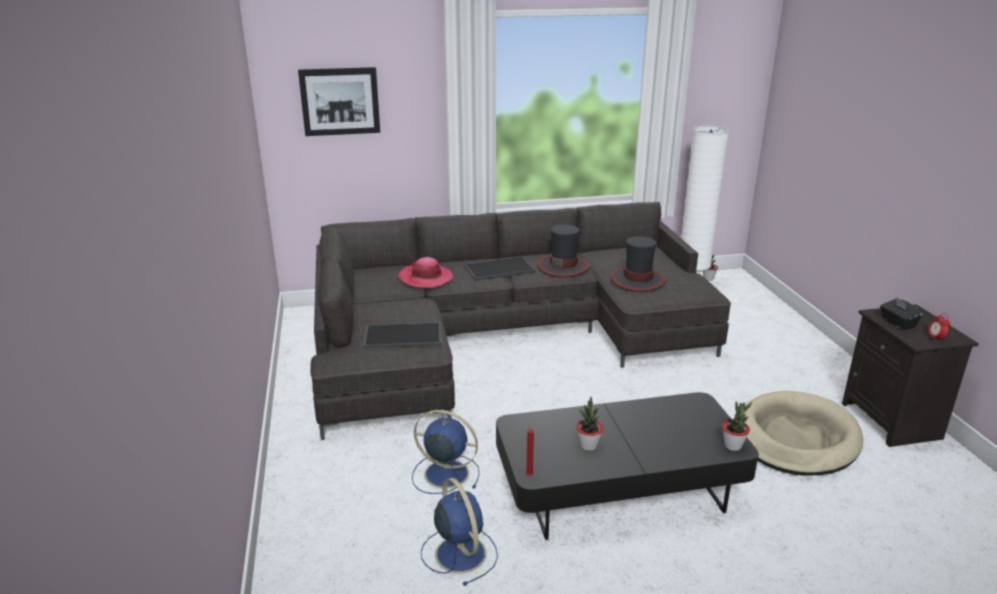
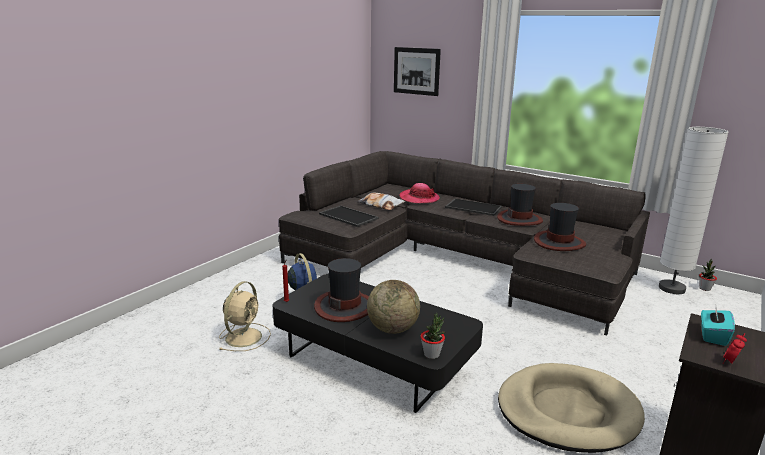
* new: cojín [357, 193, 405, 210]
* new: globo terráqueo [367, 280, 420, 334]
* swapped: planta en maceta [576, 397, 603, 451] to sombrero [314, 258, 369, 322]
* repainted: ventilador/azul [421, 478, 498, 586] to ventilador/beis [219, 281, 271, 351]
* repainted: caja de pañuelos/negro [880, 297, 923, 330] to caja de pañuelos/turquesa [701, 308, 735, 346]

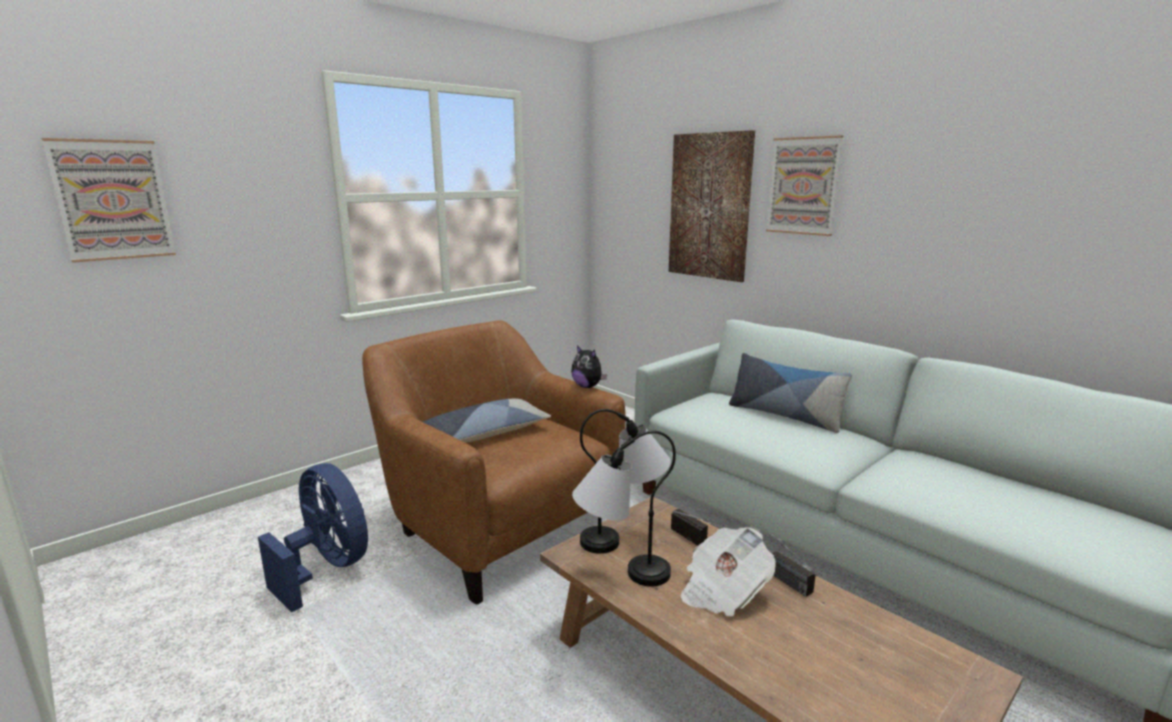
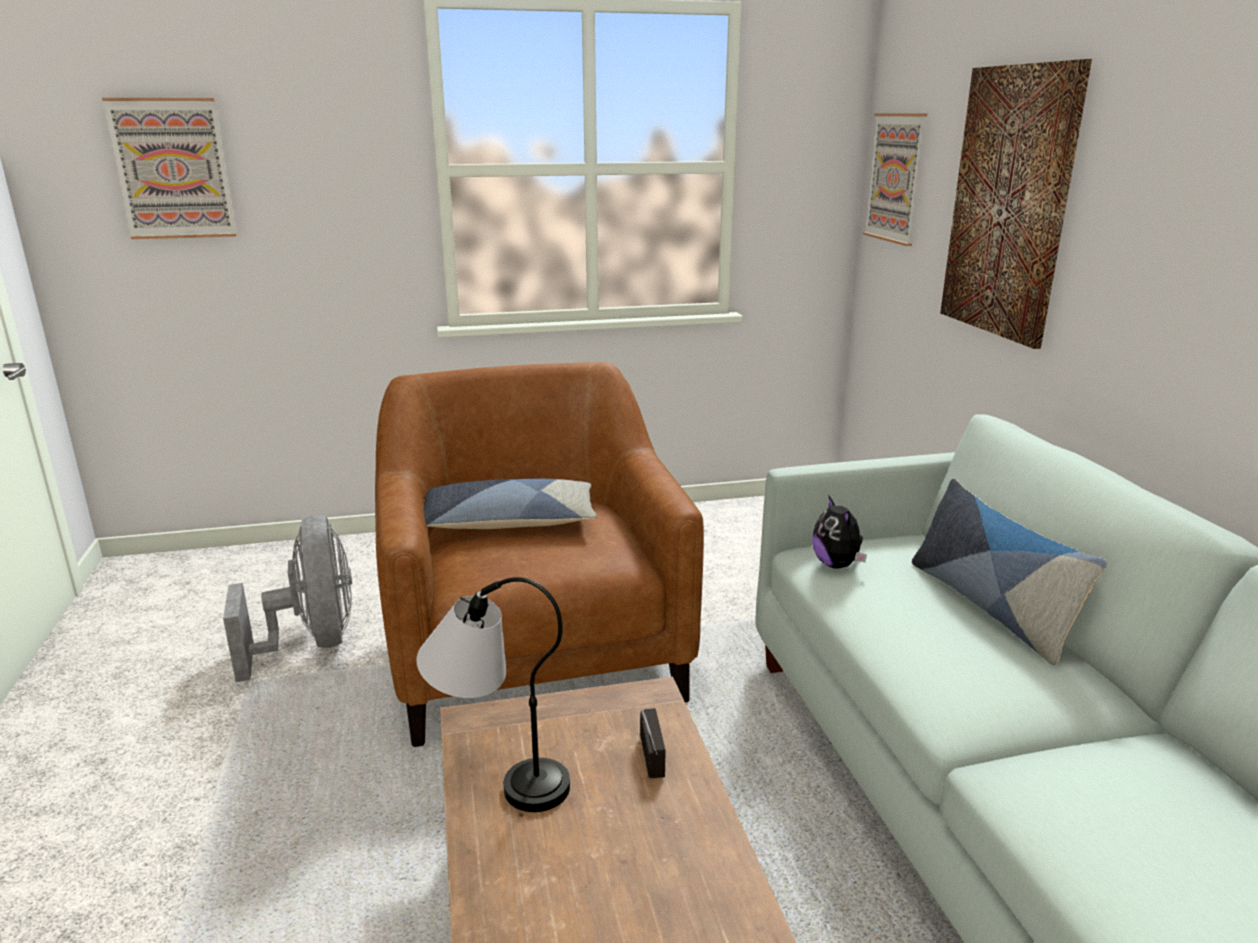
* gone: lámpara de mesa [580, 409, 671, 554]
* gone: periódico [680, 527, 776, 617]
* gone: radio [760, 524, 816, 597]
* shifted: peluche [571, 345, 607, 388] to [812, 496, 867, 569]
* shifted: cuadro [766, 135, 843, 236] to [863, 113, 927, 246]
* repainted: ventilador/azul [258, 463, 368, 612] to ventilador/gris [223, 515, 352, 682]

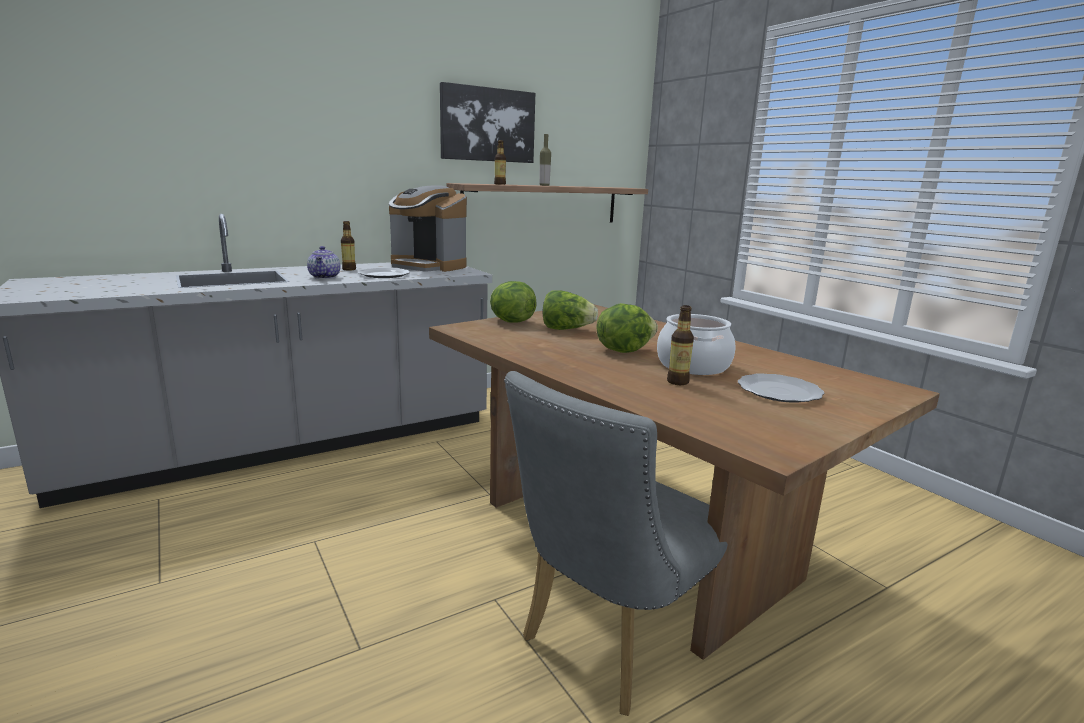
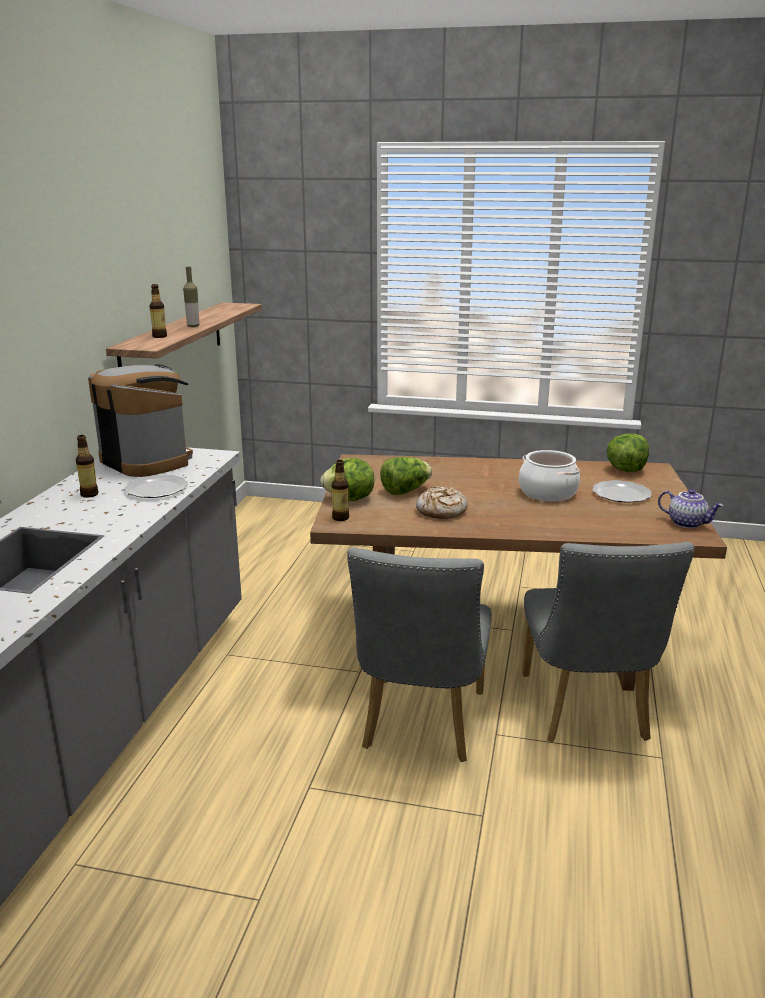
* gone: cuadro [440, 82, 535, 163]
* new: silla/gris [347, 548, 492, 762]
* new: pan [416, 486, 468, 519]
* shifted: tetera [307, 246, 340, 279] to [658, 489, 723, 528]
* shifted: lechuga [597, 303, 658, 353] to [607, 434, 649, 472]
* shifted: botella [667, 305, 694, 385] to [332, 460, 349, 521]
* rotated: cafetera [389, 185, 467, 272] = [88, 364, 193, 477] 120 degrees counterclockwise

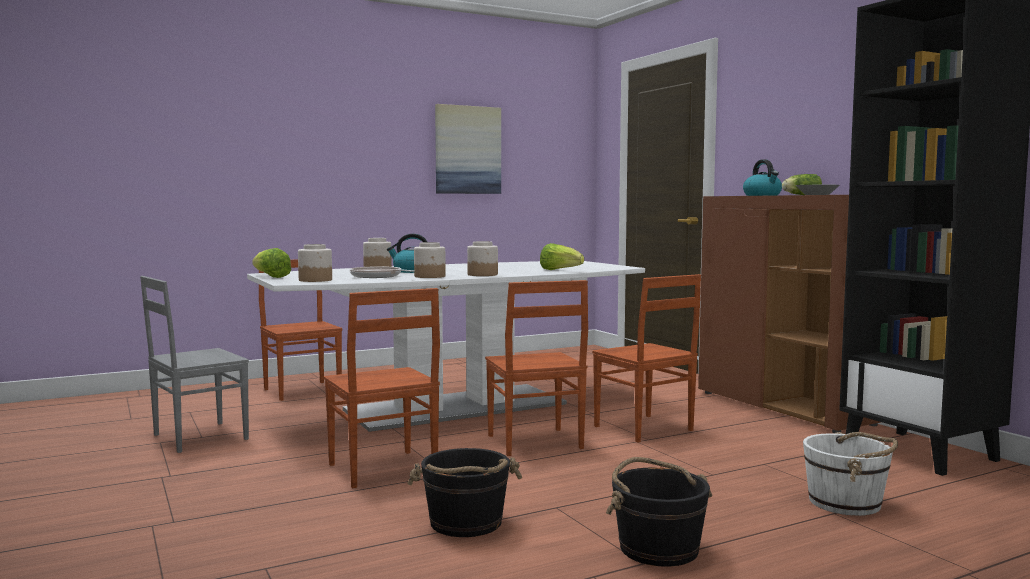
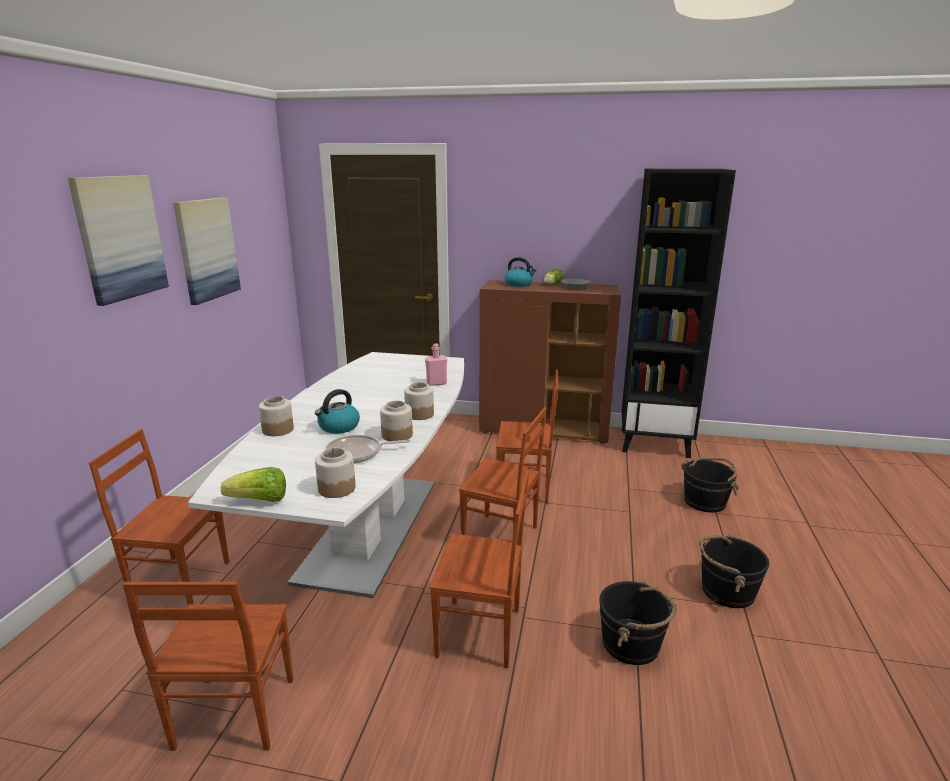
* new: cuadro [68, 175, 169, 306]
* swapped: lechuga [540, 243, 584, 270] to botella/rosa [425, 343, 447, 386]
* repainted: silla/gris [140, 276, 249, 453] to silla/marrón [123, 582, 294, 751]
* repainted: cubo/blanco [803, 432, 898, 516] to cubo/negro [681, 457, 739, 512]

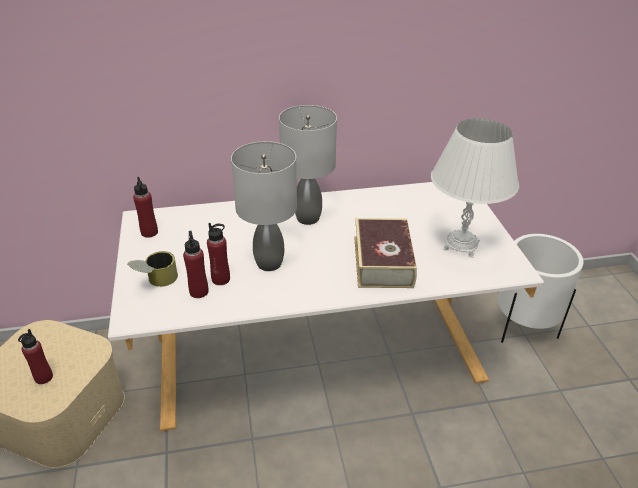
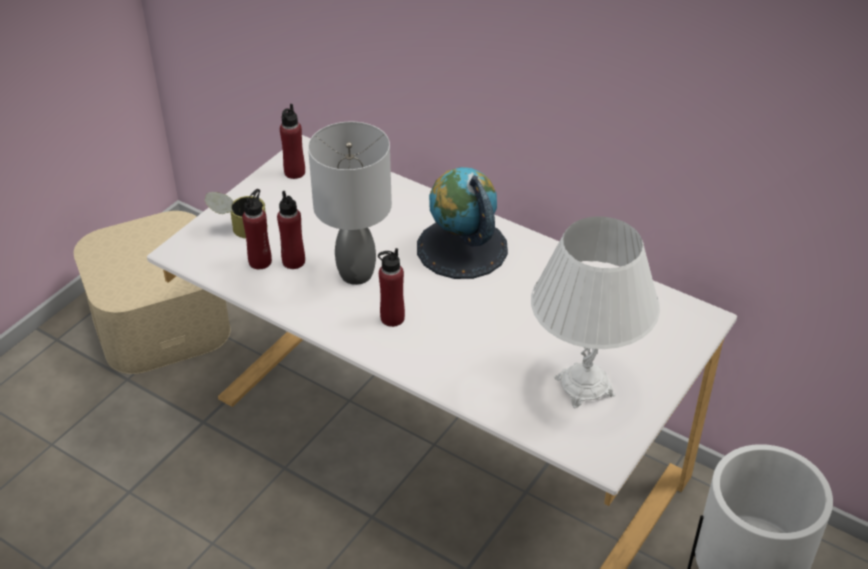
* gone: libro [354, 218, 417, 288]
* shifted: botella/rojo [18, 329, 53, 384] to [378, 248, 405, 327]
* swapped: lámpara de mesa/gris [279, 105, 337, 225] to globo terráqueo [417, 167, 508, 279]

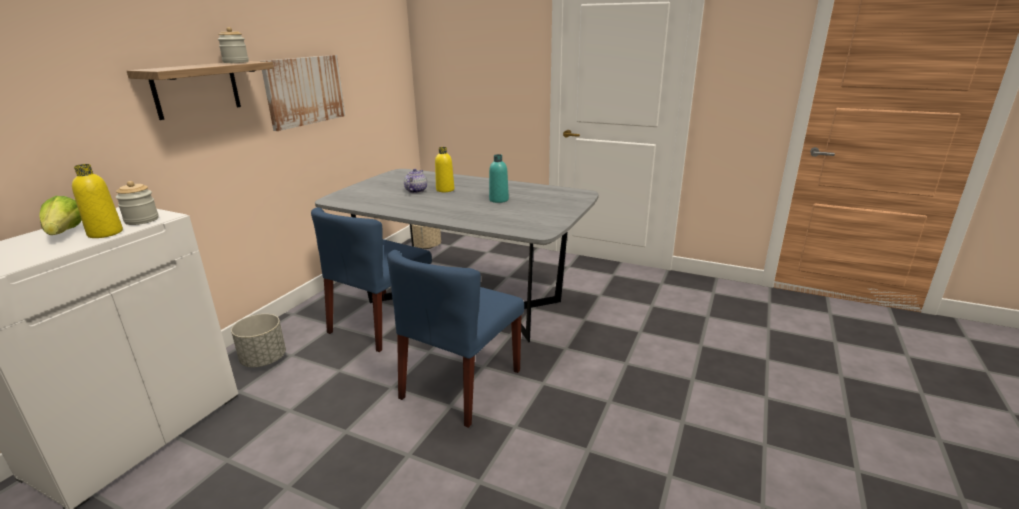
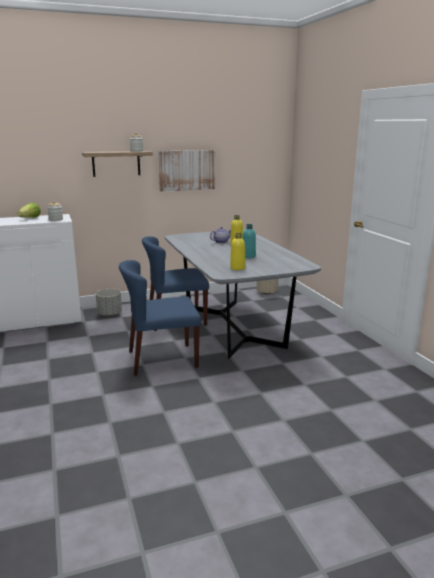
* shifted: botella/amarillo [72, 164, 123, 238] to [230, 233, 245, 270]

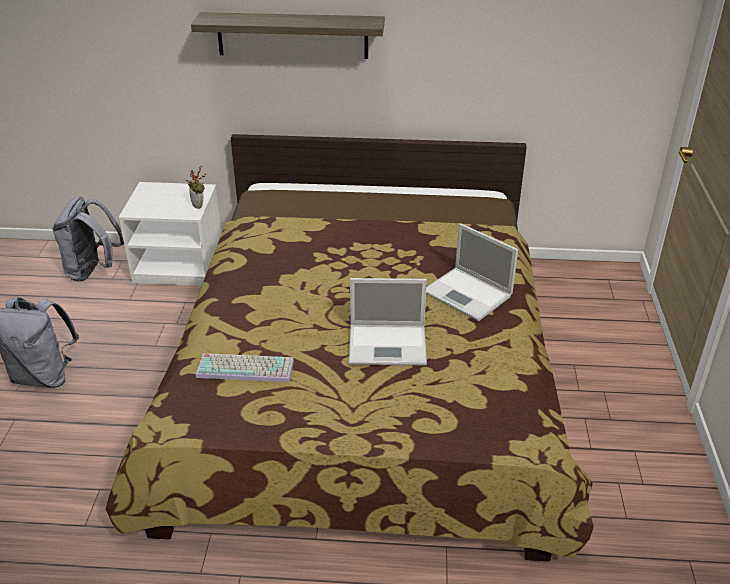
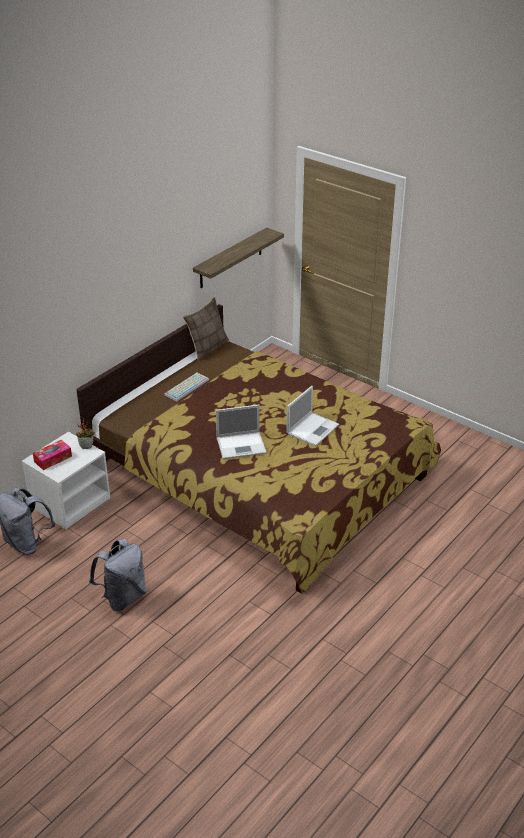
* new: caja de pañuelos [33, 440, 72, 470]
* new: cojín [183, 297, 229, 361]
* shifted: estante [191, 12, 385, 59] to [193, 228, 284, 288]
* shifted: teclado [196, 353, 294, 382] to [164, 373, 209, 401]
* shifted: portátil [426, 223, 518, 321] to [216, 405, 267, 459]

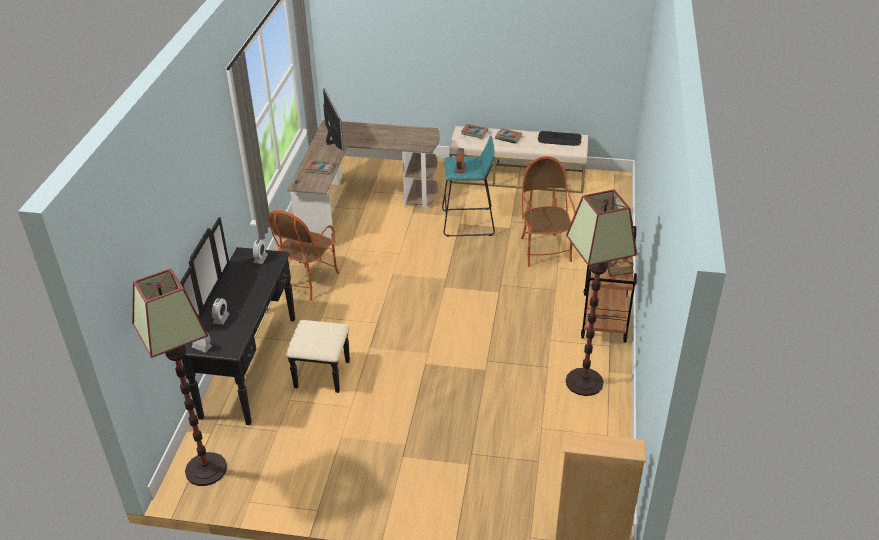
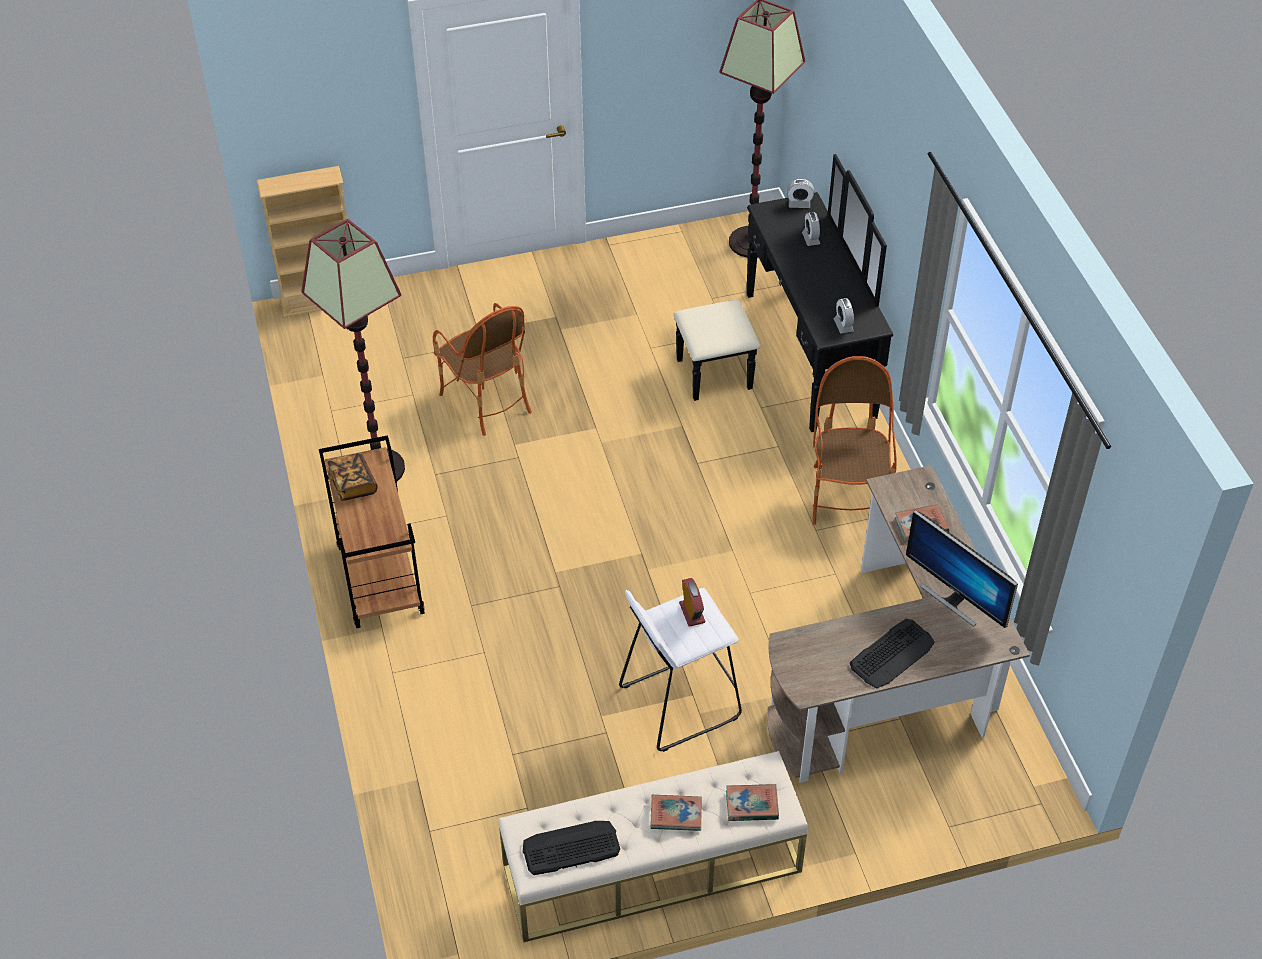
* new: teclado [850, 619, 935, 688]
* shifted: sillón [521, 156, 576, 267] to [433, 303, 532, 436]
* repainted: taburete/turquesa [442, 135, 495, 237] to taburete/blanco [619, 588, 742, 752]

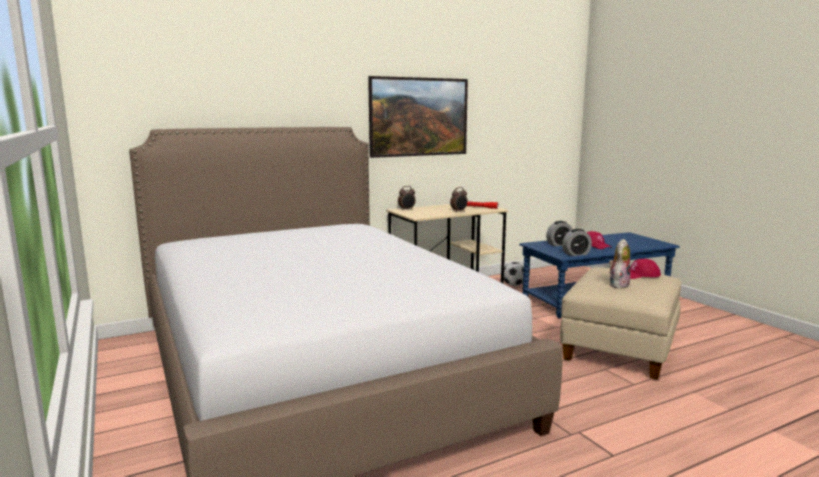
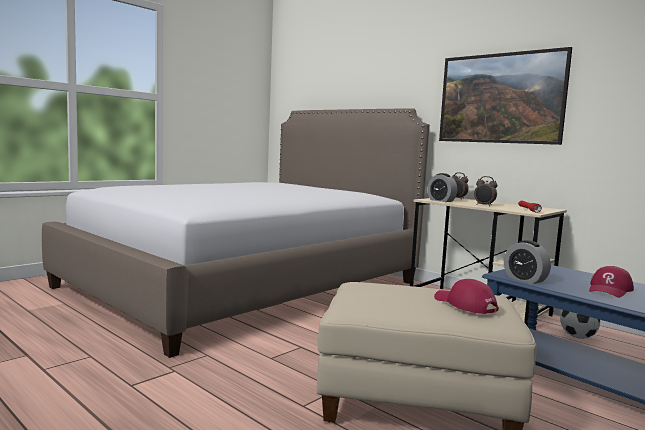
* gone: peluche [609, 239, 630, 289]
* shifted: despertador [546, 221, 573, 246] to [427, 173, 457, 202]

